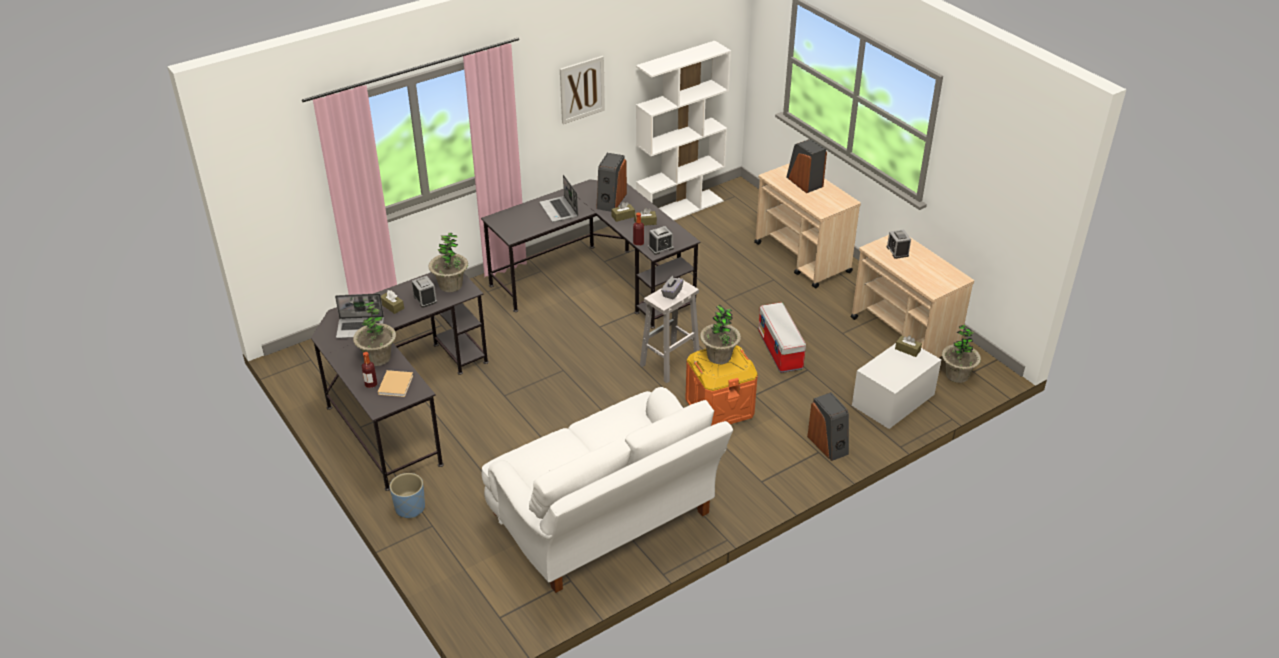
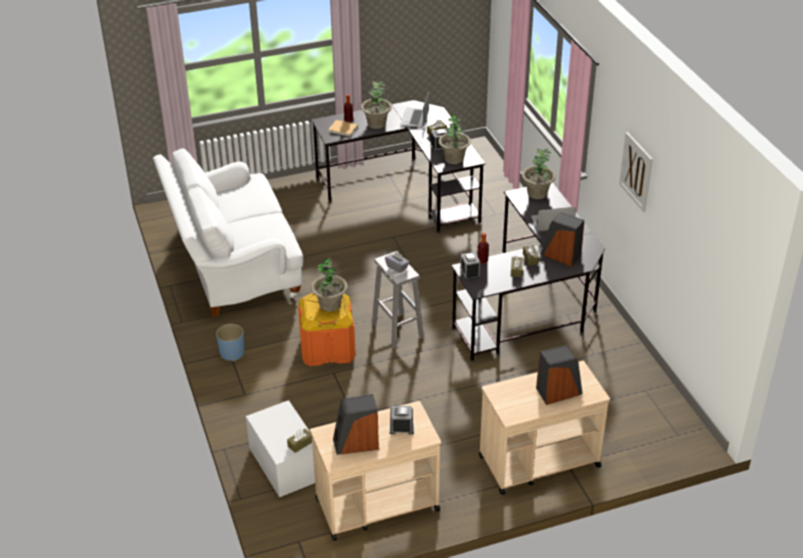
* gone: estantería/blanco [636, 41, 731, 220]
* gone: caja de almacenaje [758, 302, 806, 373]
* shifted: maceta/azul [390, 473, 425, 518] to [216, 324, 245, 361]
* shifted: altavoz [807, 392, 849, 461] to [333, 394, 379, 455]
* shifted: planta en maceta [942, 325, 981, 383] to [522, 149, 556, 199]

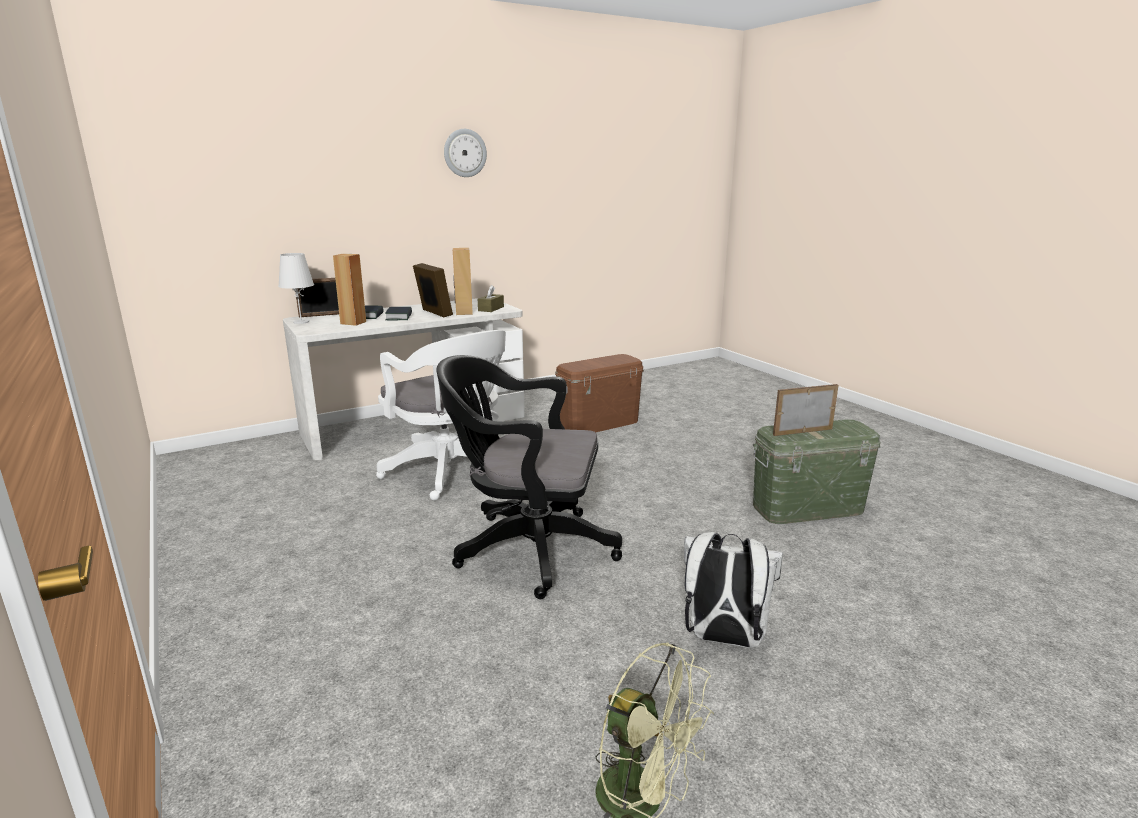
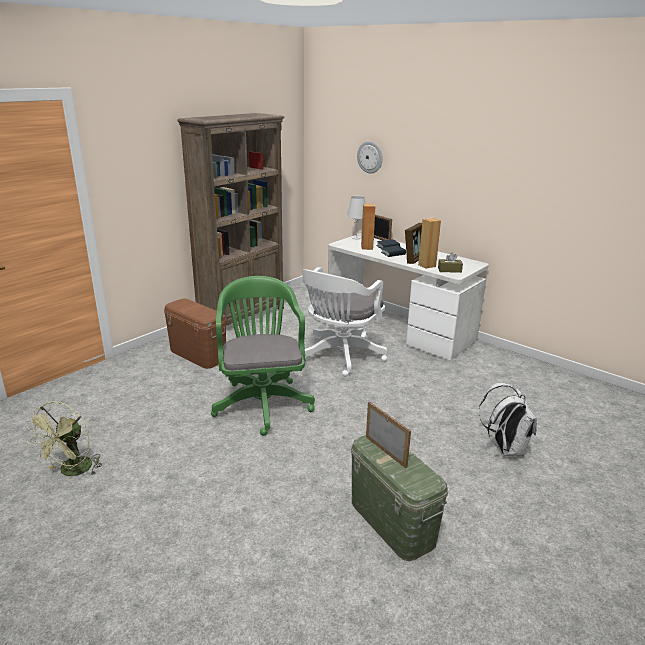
* new: estantería/marrón [177, 113, 285, 326]
* shifted: reloj de pared [444, 129, 487, 177] to [357, 141, 383, 174]
* shifted: caja de almacenaje/marrón [555, 354, 644, 432] to [164, 299, 226, 369]
* shifted: mochila/blanco [684, 532, 783, 647] to [479, 383, 537, 457]
* repainted: silla de oficina/negro [436, 355, 622, 599] to silla de oficina/verde [211, 276, 315, 436]

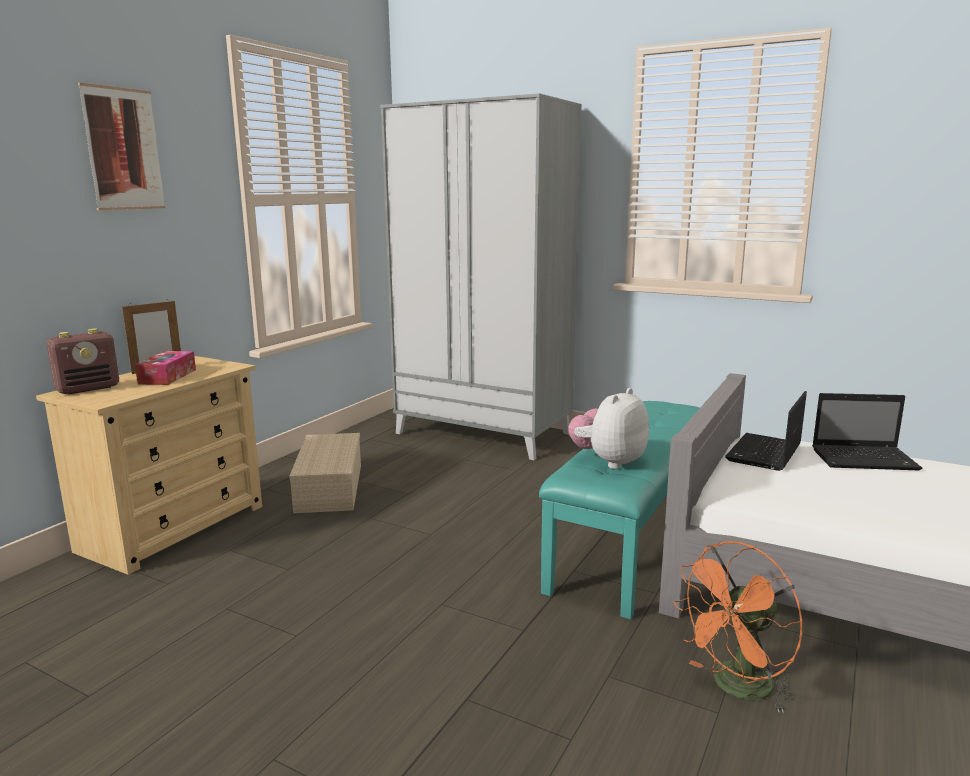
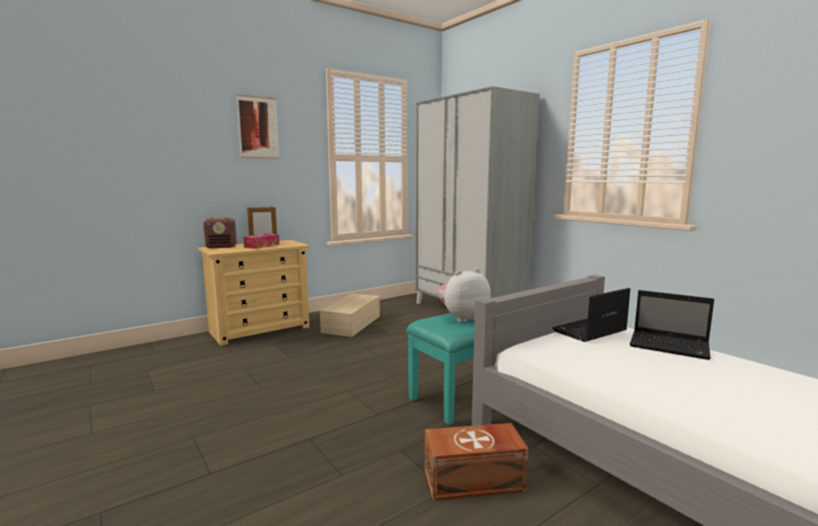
* swapped: ventilador/naranja [673, 541, 803, 713] to caja de almacenaje/marrón [425, 423, 528, 500]

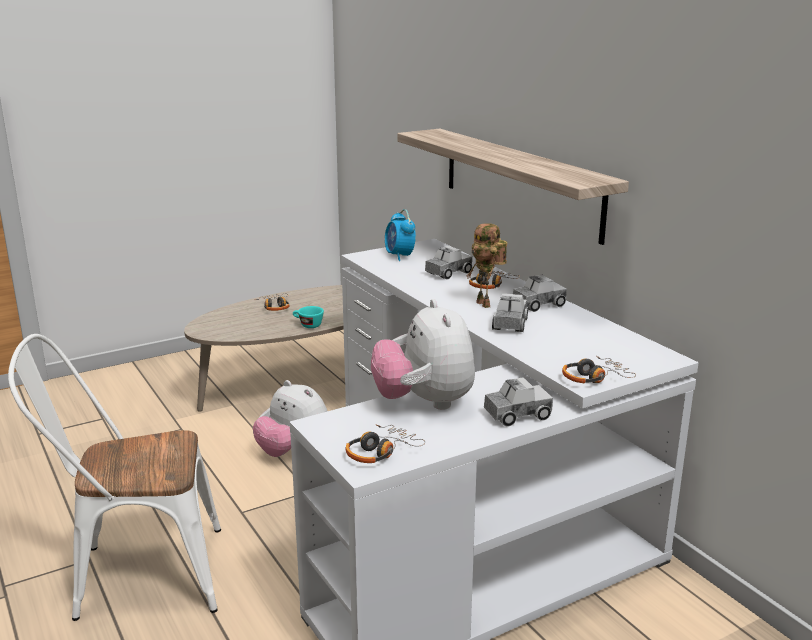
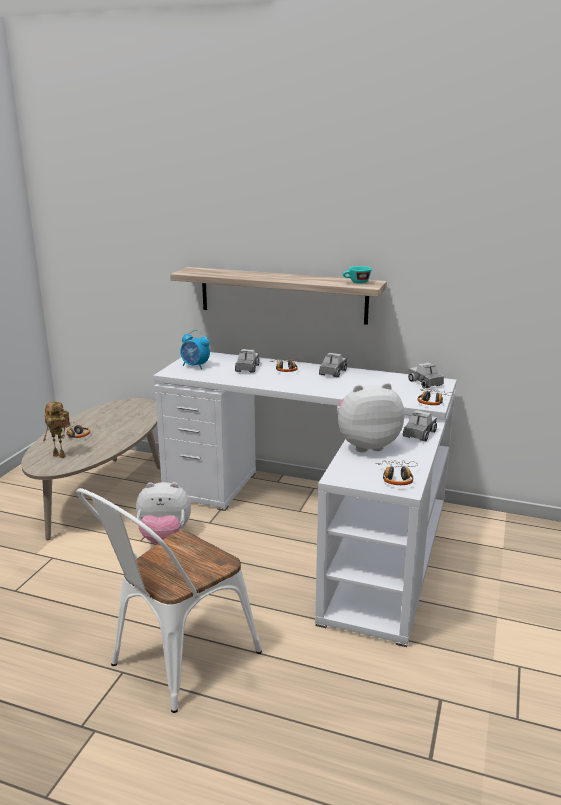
* shifted: taza/turquesa [293, 306, 324, 328] to [343, 266, 372, 283]
* shifted: robot de juguete [466, 223, 508, 308] to [43, 401, 70, 458]
* shifted: camión de juguete [492, 293, 528, 332] to [408, 362, 444, 389]
* rotated: peluche [371, 299, 475, 410] = [337, 383, 404, 452] 135 degrees clockwise

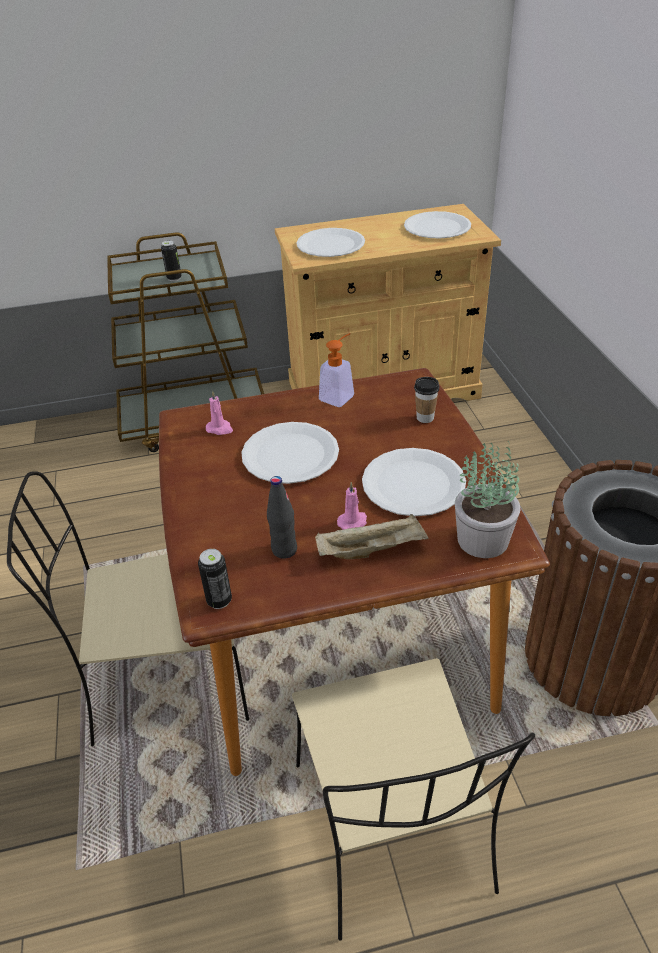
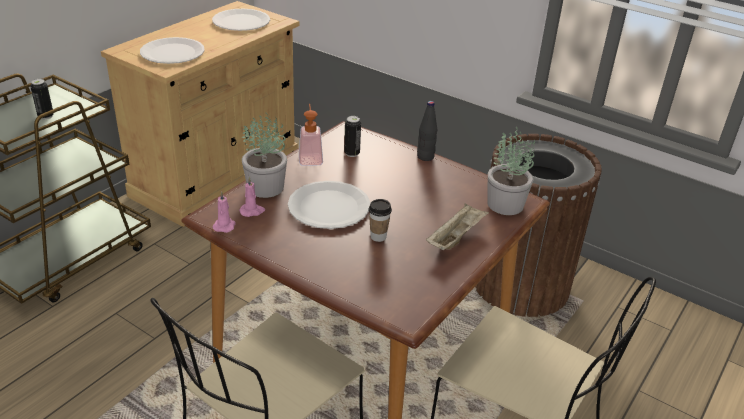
* gone: plato/blanco [362, 448, 466, 516]
* new: planta en maceta [242, 113, 287, 198]
* shifted: lata [198, 549, 232, 609] to [344, 116, 361, 157]
* shifted: botella/negro [267, 476, 297, 559] to [417, 101, 437, 161]
* shifted: vela/rosa [337, 482, 367, 530] to [212, 191, 236, 233]
* shifted: taza [414, 377, 439, 423] to [369, 199, 392, 242]

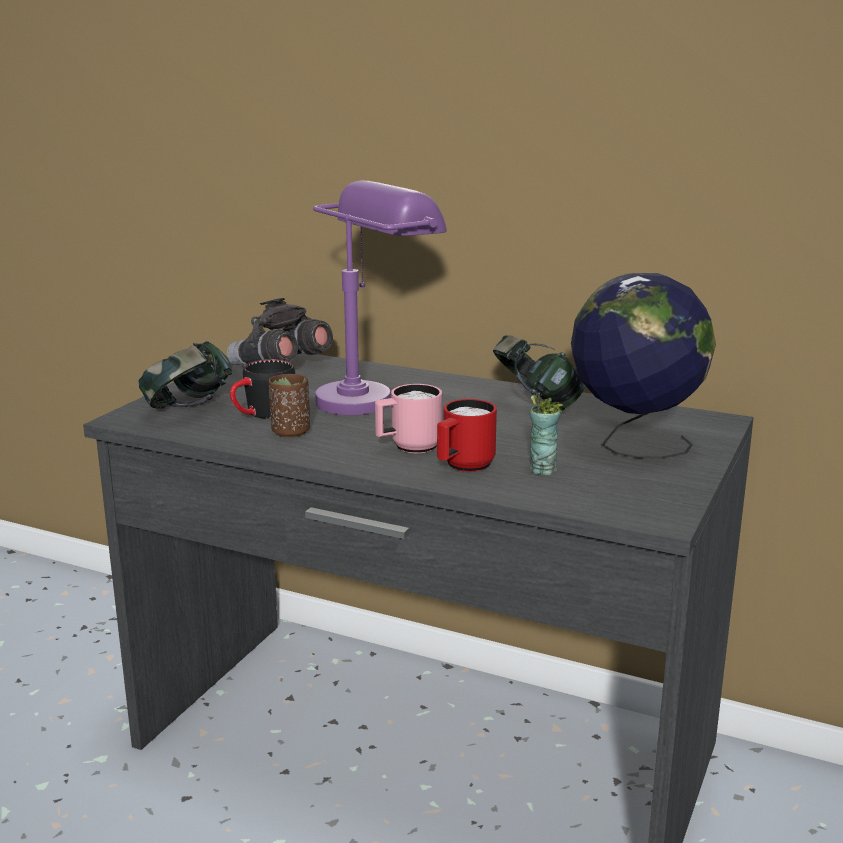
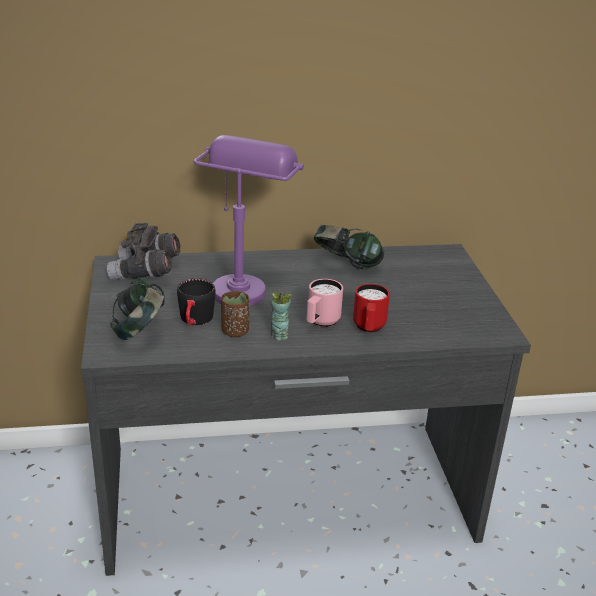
* gone: globo terráqueo [571, 273, 716, 459]
* shifted: taza [530, 393, 563, 475] to [271, 290, 292, 341]

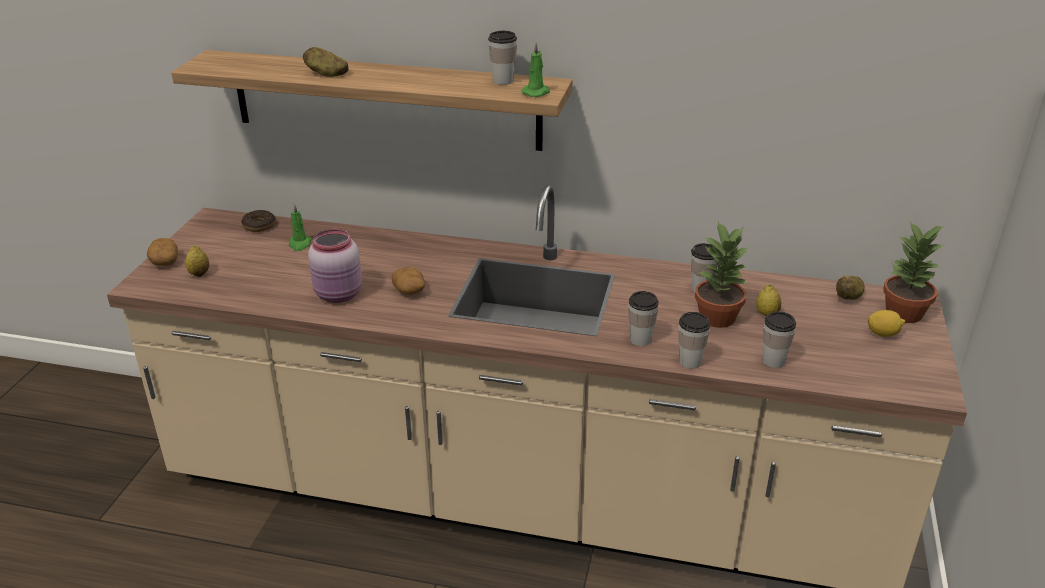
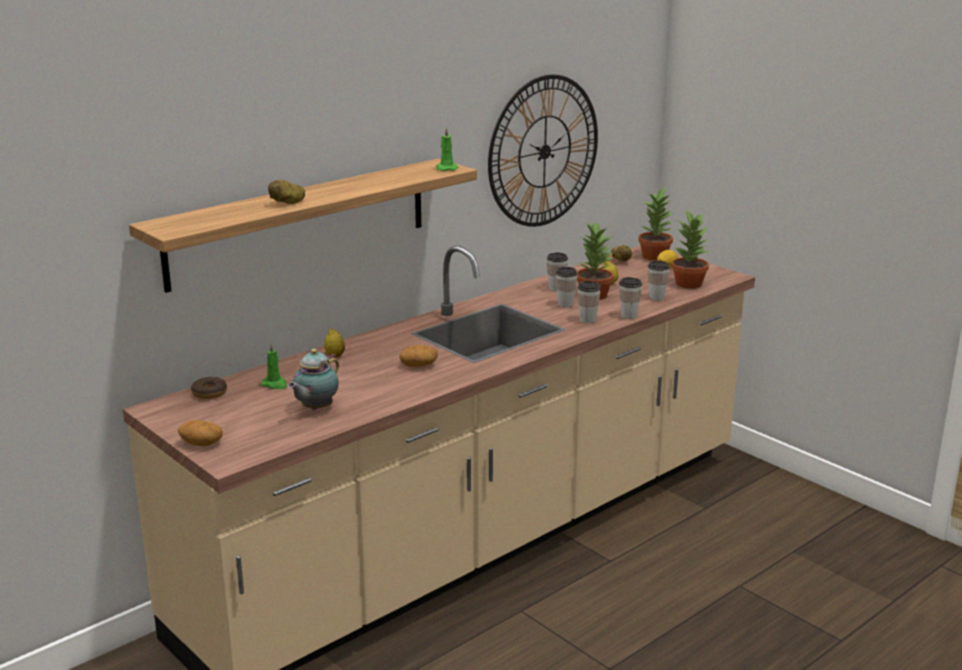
* gone: tarro/rosa [308, 229, 362, 303]
* new: tetera [288, 349, 339, 410]
* new: reloj de pared [488, 75, 598, 227]
* new: planta en maceta [672, 210, 709, 289]
* shifted: limón [186, 245, 209, 277] to [324, 329, 345, 357]
* shifted: taza [488, 31, 517, 85] to [555, 267, 577, 308]

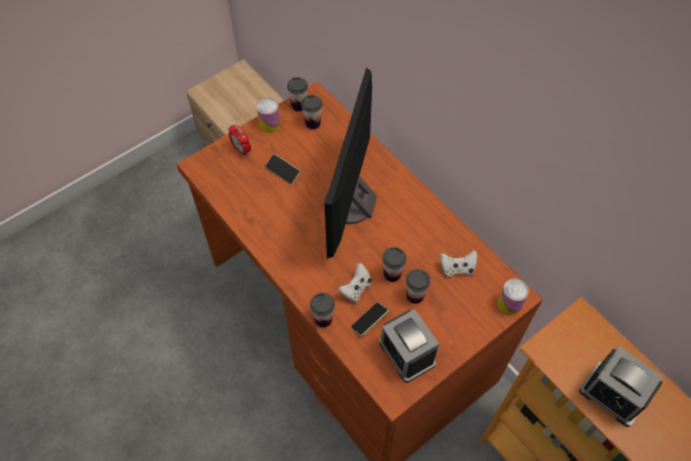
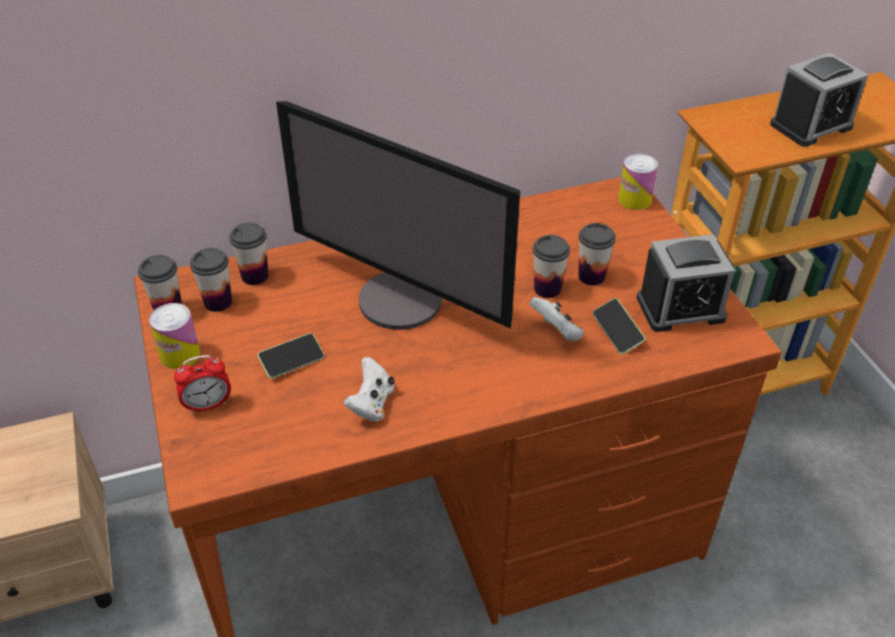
* shifted: taza [310, 293, 335, 327] to [229, 223, 268, 285]
* shifted: mando de consola/blanco [440, 250, 477, 277] to [343, 357, 395, 422]

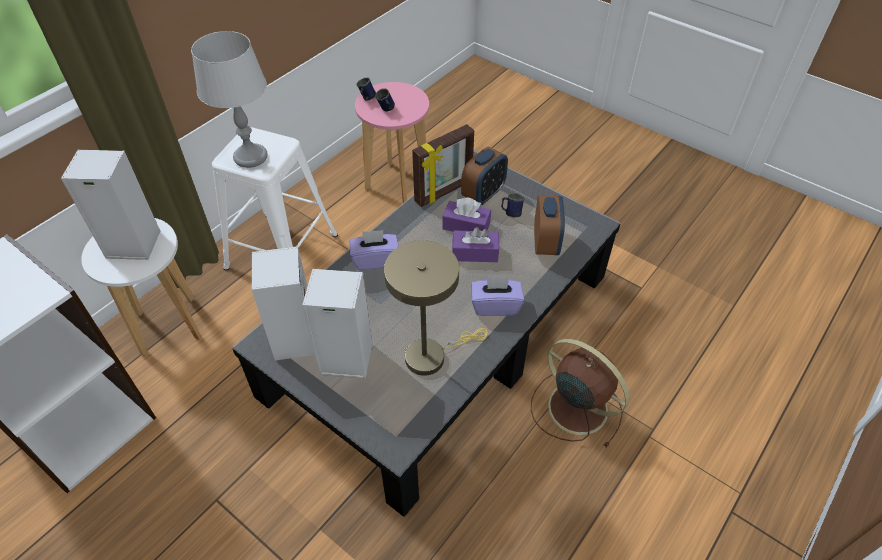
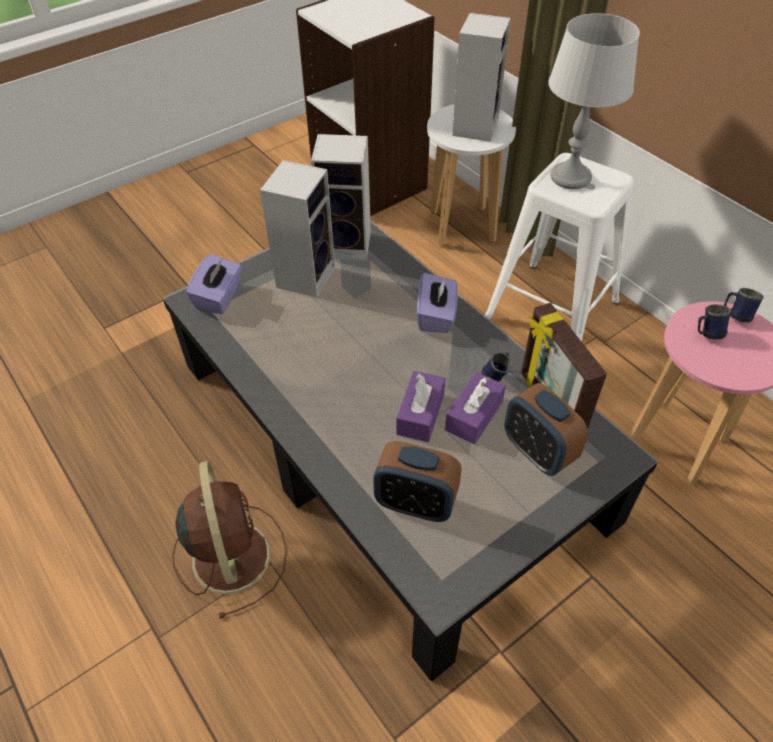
* gone: lámpara de mesa/beis [384, 240, 488, 376]
* shifted: caja de pañuelos/morado [471, 276, 524, 316] to [186, 254, 242, 314]
* shifted: taza grande/azul [501, 193, 525, 218] to [481, 352, 513, 382]
* rotated: ventilador/marrón [531, 339, 629, 447] = [172, 461, 287, 619] 75 degrees counterclockwise

